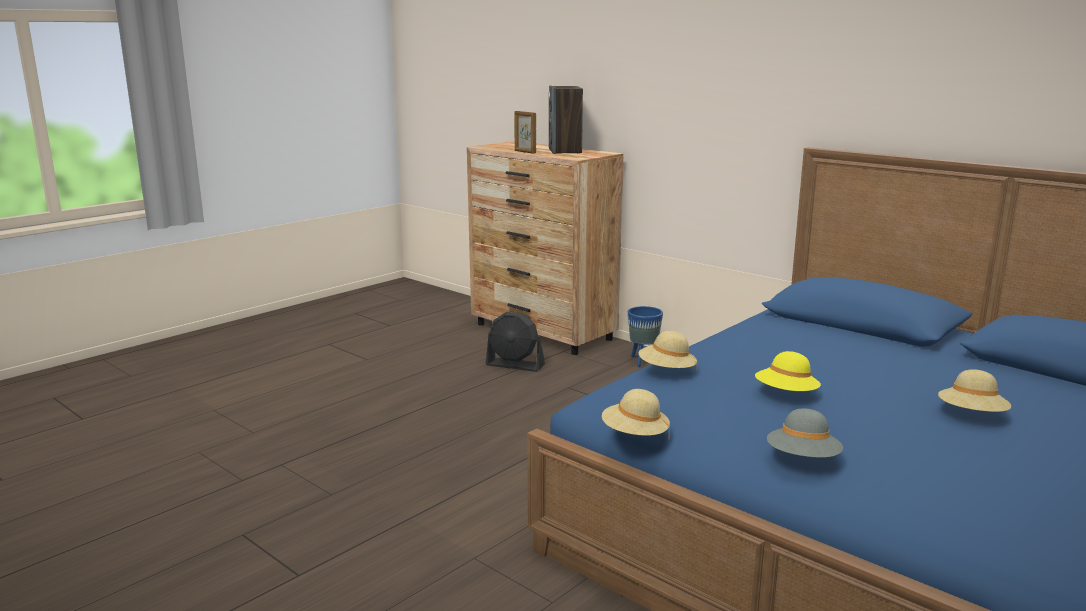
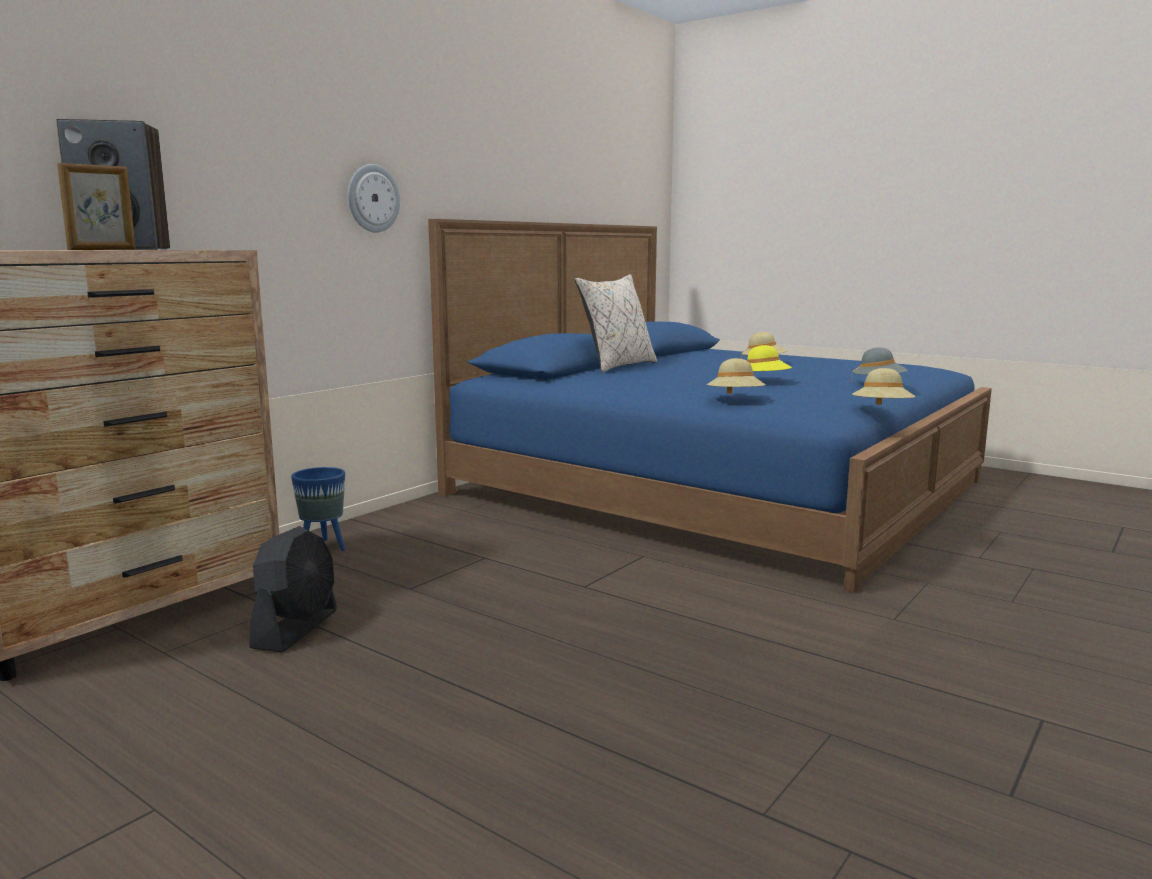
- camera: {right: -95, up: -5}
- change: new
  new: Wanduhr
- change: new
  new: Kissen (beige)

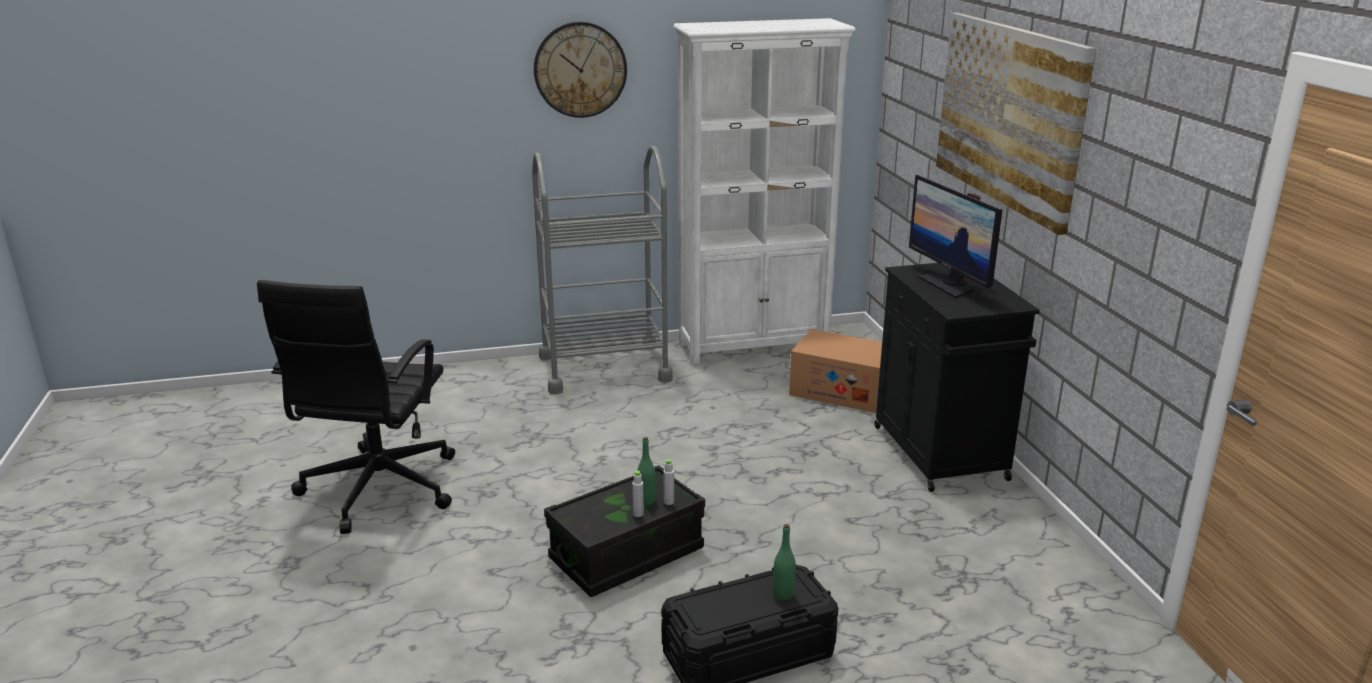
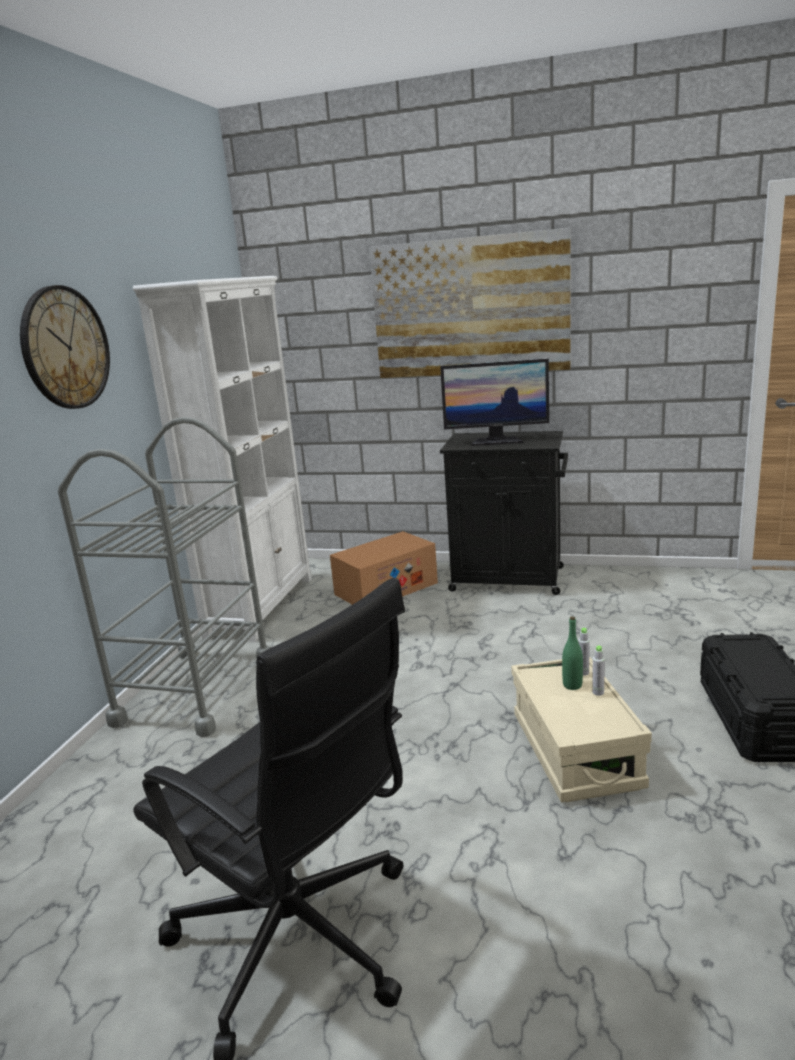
- camera: {right: -60, up: -5}
- change: repainted
  old: Aufbewahrungsbox (schwarz) (no. 1 from left)
  new: Aufbewahrungsbox (beige)
- change: gone
  old: Flasche (grün) (no. 2 from left)

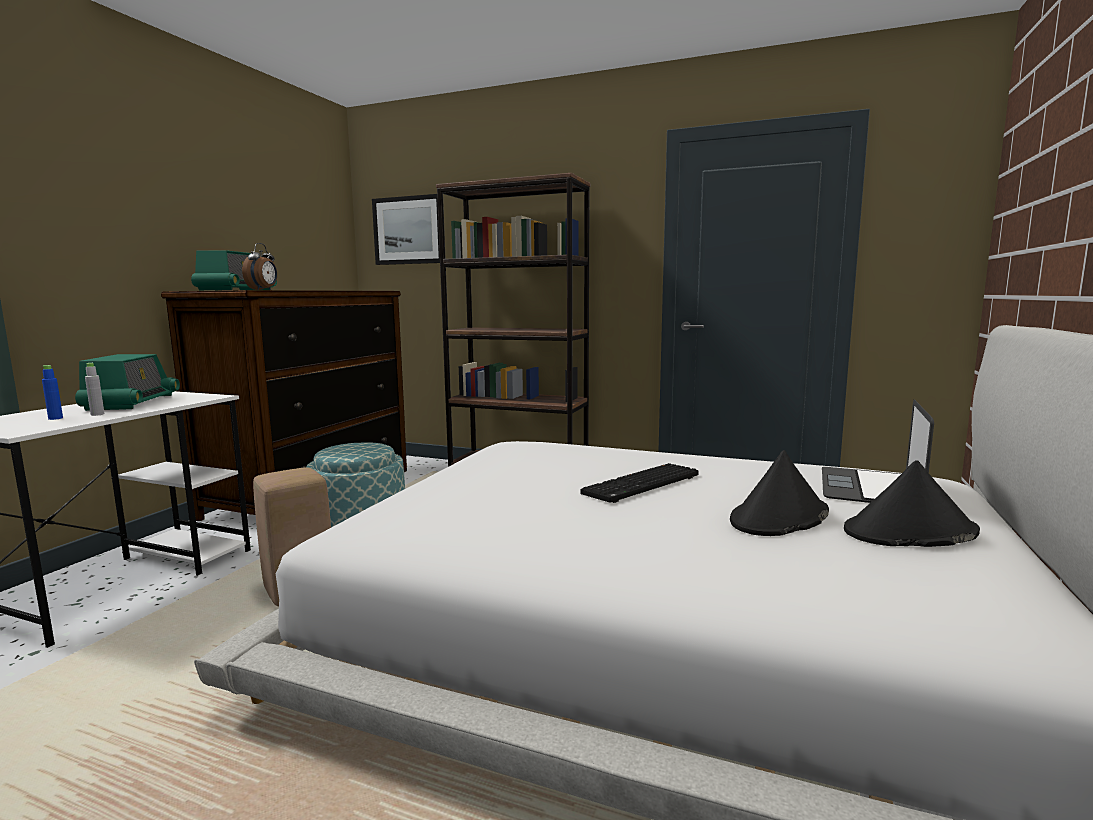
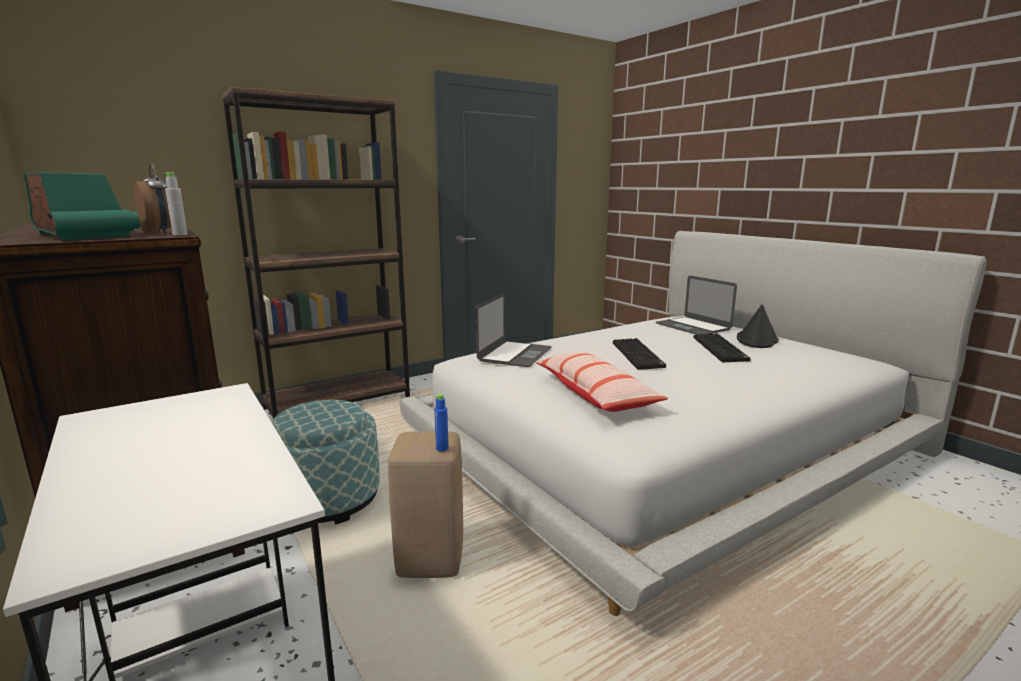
- camera: {right: -55, up: 5}
- change: shifted
  old: Flasche (grau)
- change: shifted
  old: Flasche (blau)
- change: new
  new: Laptop (no. 1 from left)
- change: new
  new: Kissen
- change: swapped
  old: Hut (schwarz) (no. 1 from left)
  new: Tastatur (no. 2 from left)
- change: gone
  old: Radio (no. 1 from left)
- change: gone
  old: Bild

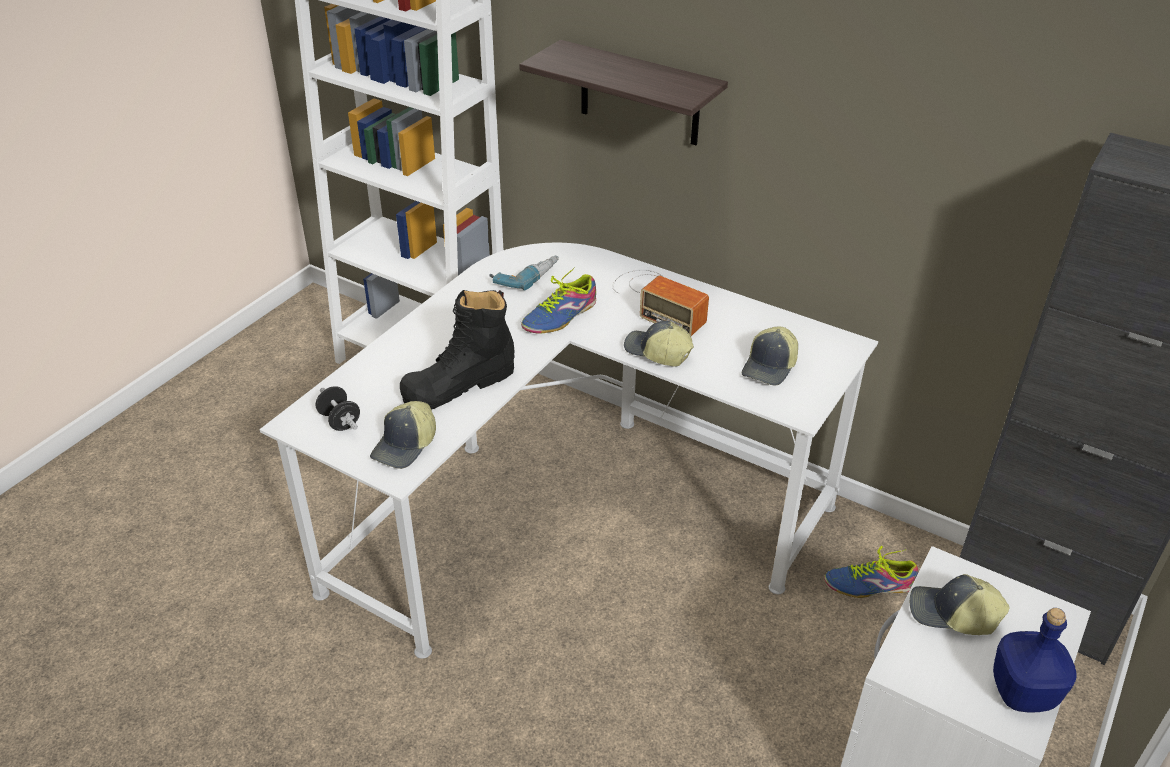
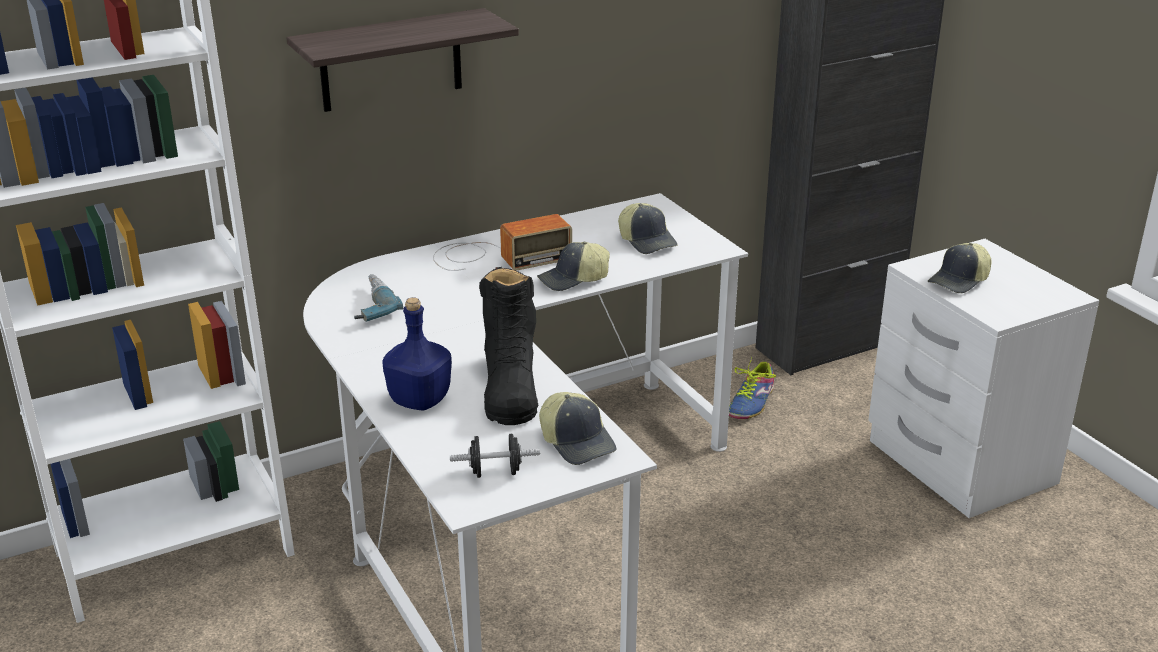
- camera: {right: -60, up: -10}
- change: shifted
  old: Flasche (blau)
- change: gone
  old: Schuh (no. 1 from left)

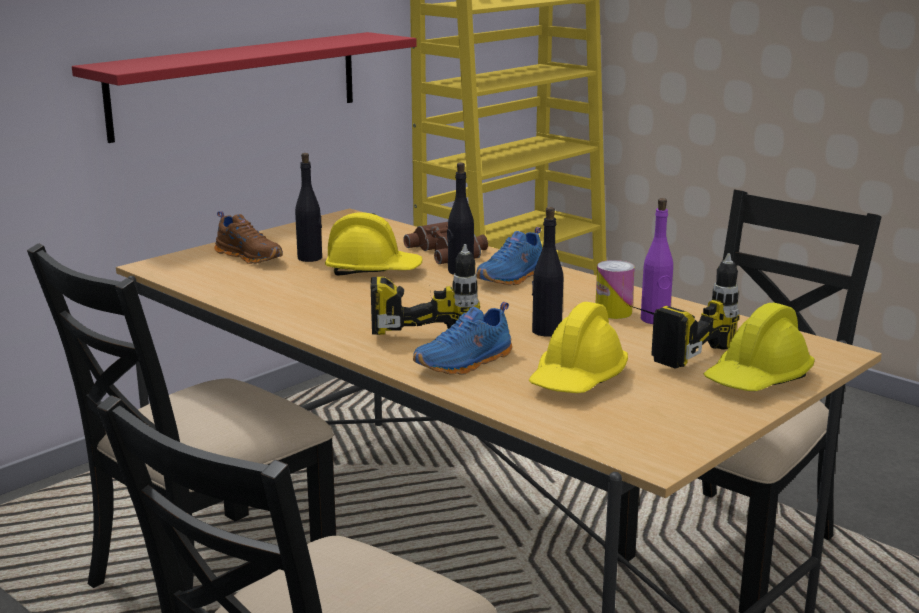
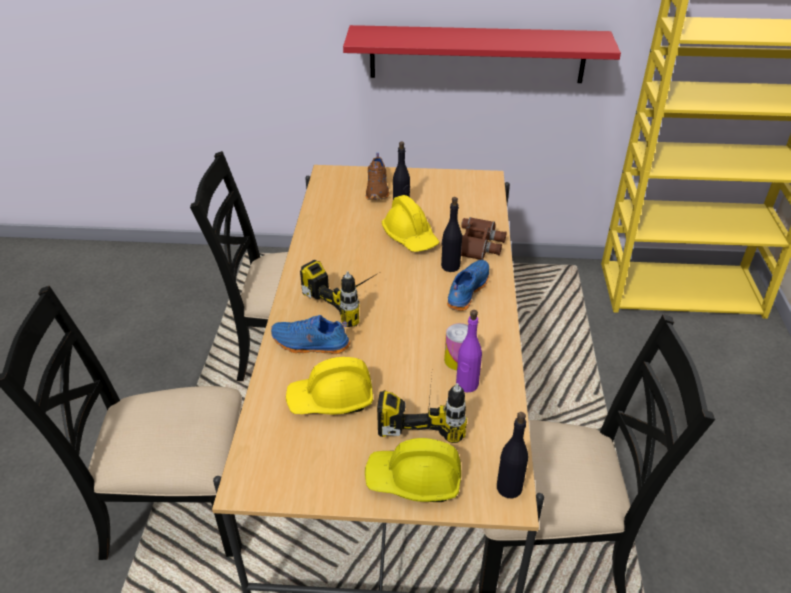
- camera: {right: 50, up: 20}
- change: rotated
  old: Schuh (blau) (no. 2 from left)
  degrees: 120
- change: shifted
  old: Flasche (schwarz) (no. 3 from left)

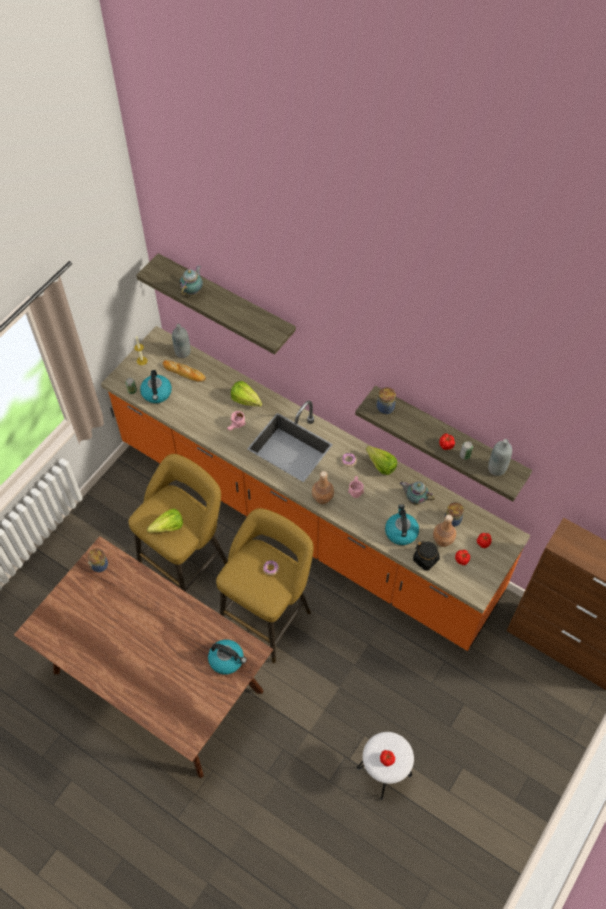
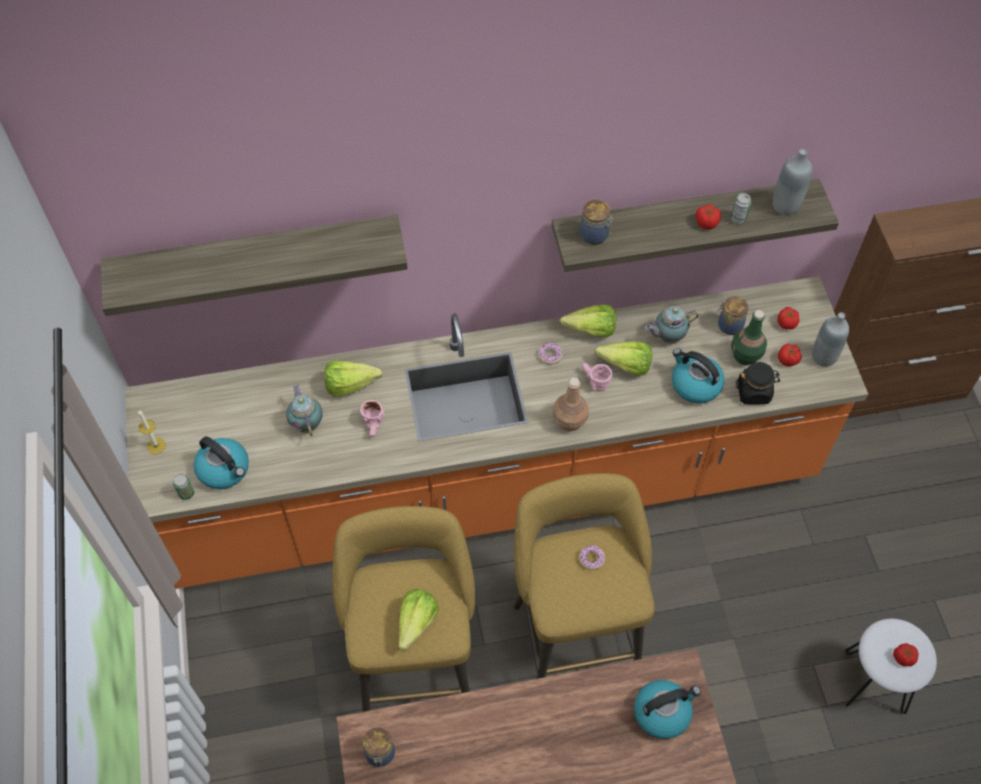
- camera: {right: -45, up: 0}
- change: shifted
  old: Teekanne (no. 1 from left)
- change: new
  new: Salatkopf (no. 4 from left)
- change: repainted
  old: Flasche (braun) (no. 2 from left)
  new: Flasche (grün)
- change: shifted
  old: Flasche (grau) (no. 1 from left in the first image)
  new: Flasche (grau) (no. 2 from left)
- change: gone
  old: Brot

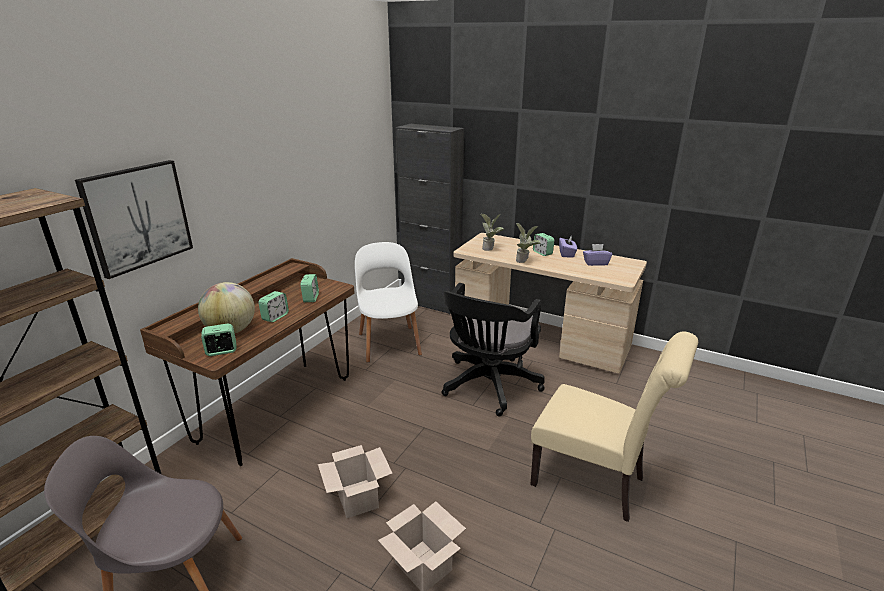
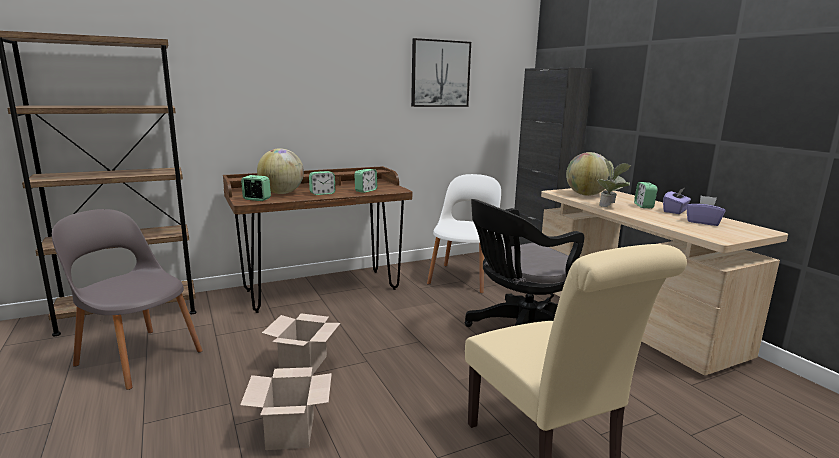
- camera: {right: 35, up: -10}
- change: shifted
  old: Bild
- change: swapped
  old: Topfpflanze (no. 1 from left)
  new: Globus (no. 2 from left)

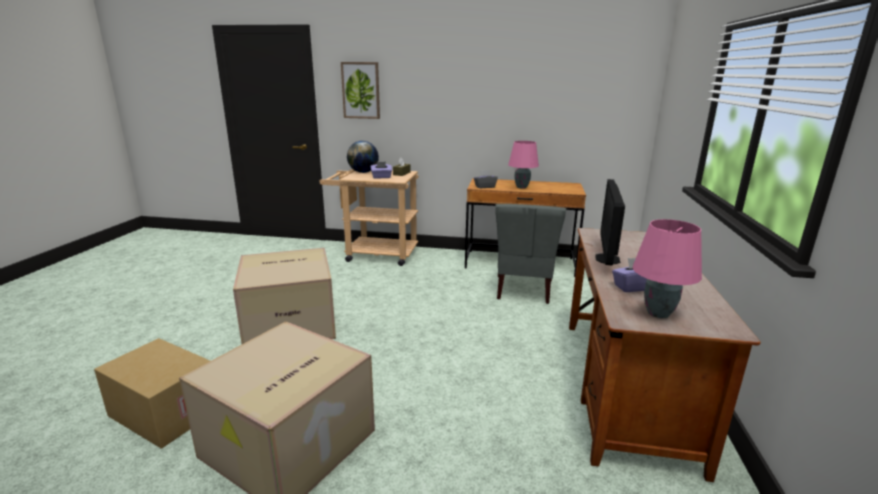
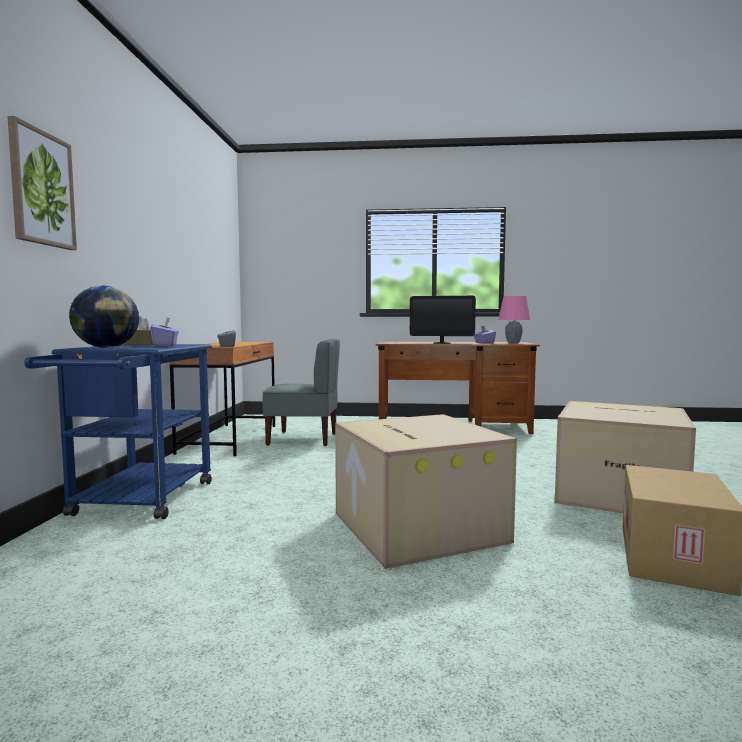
- camera: {right: -95, up: -15}
- change: repainted
  old: Rollwagen (beige)
  new: Rollwagen (blau)
- change: gone
  old: Tischlampe (rosa) (no. 1 from left)

